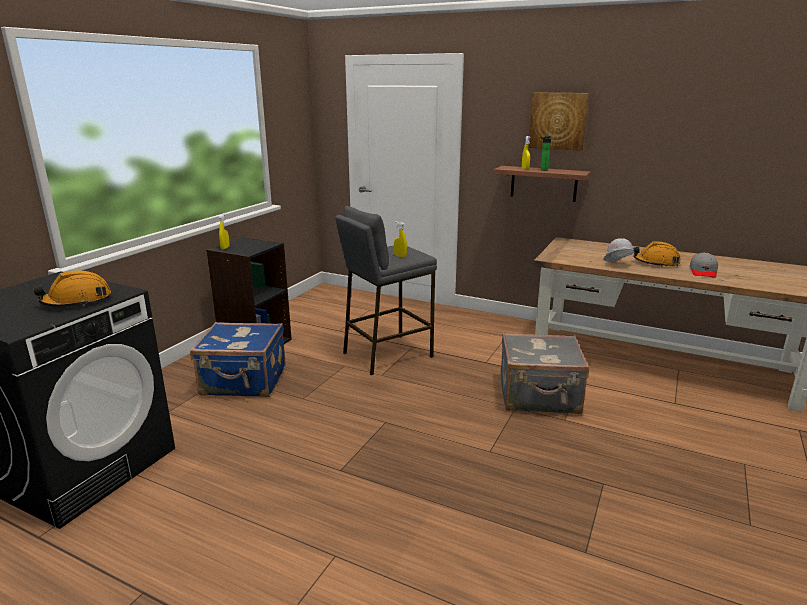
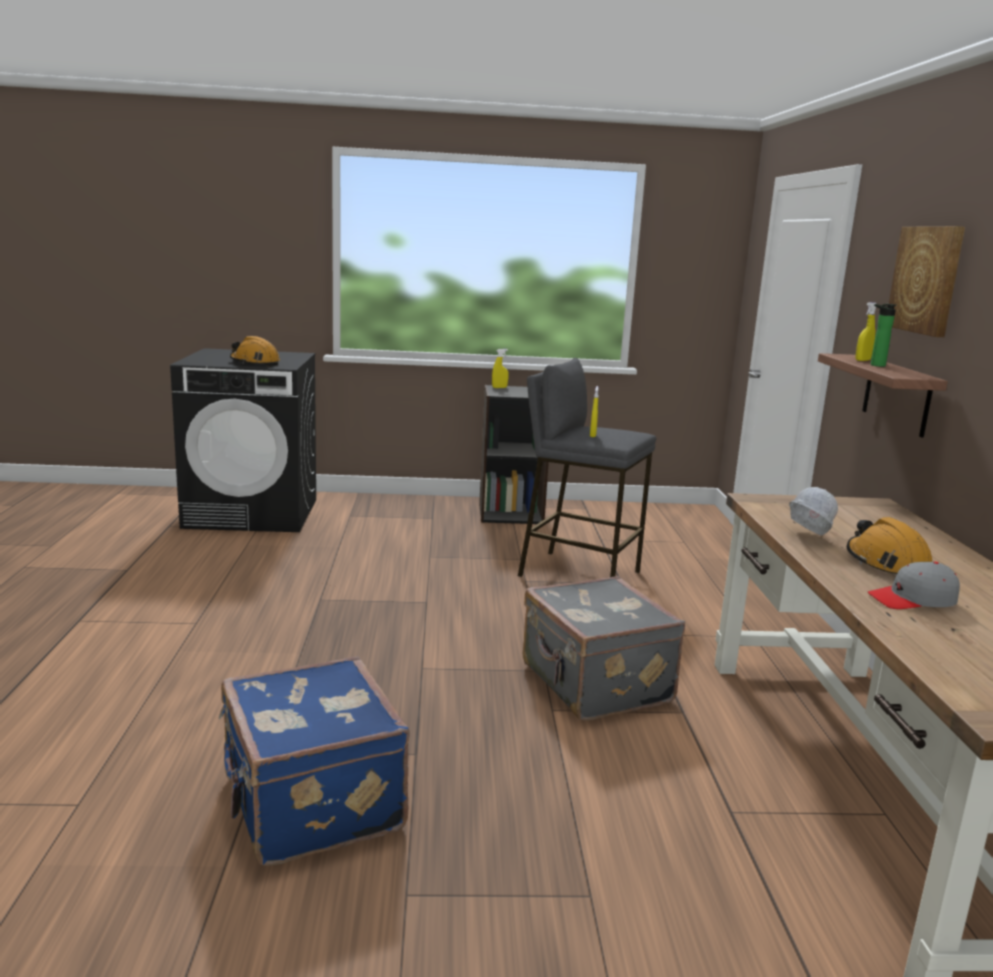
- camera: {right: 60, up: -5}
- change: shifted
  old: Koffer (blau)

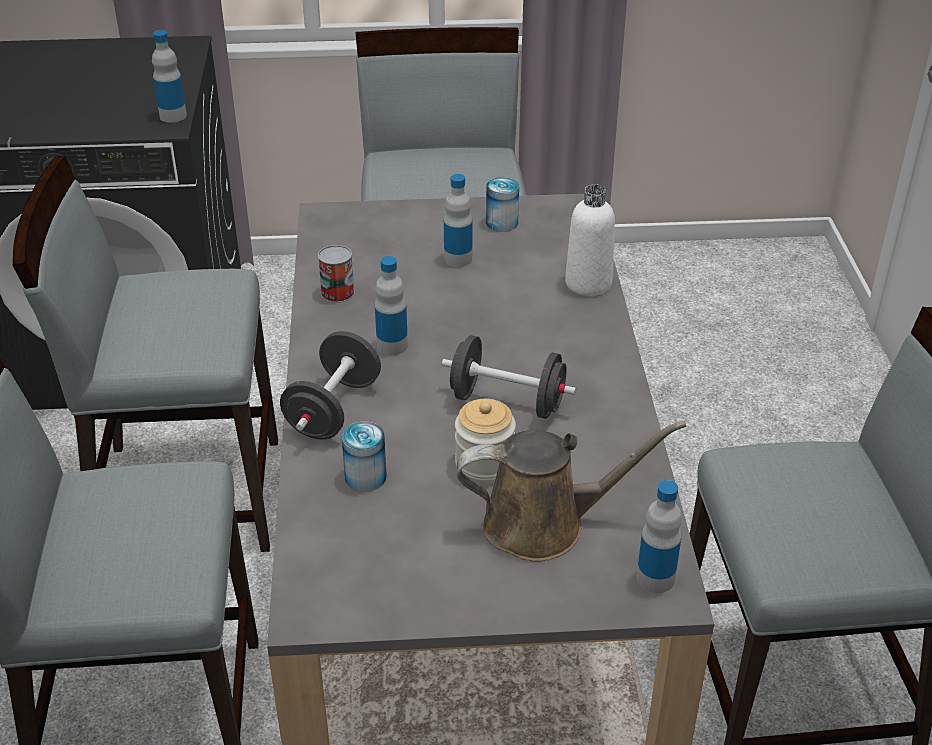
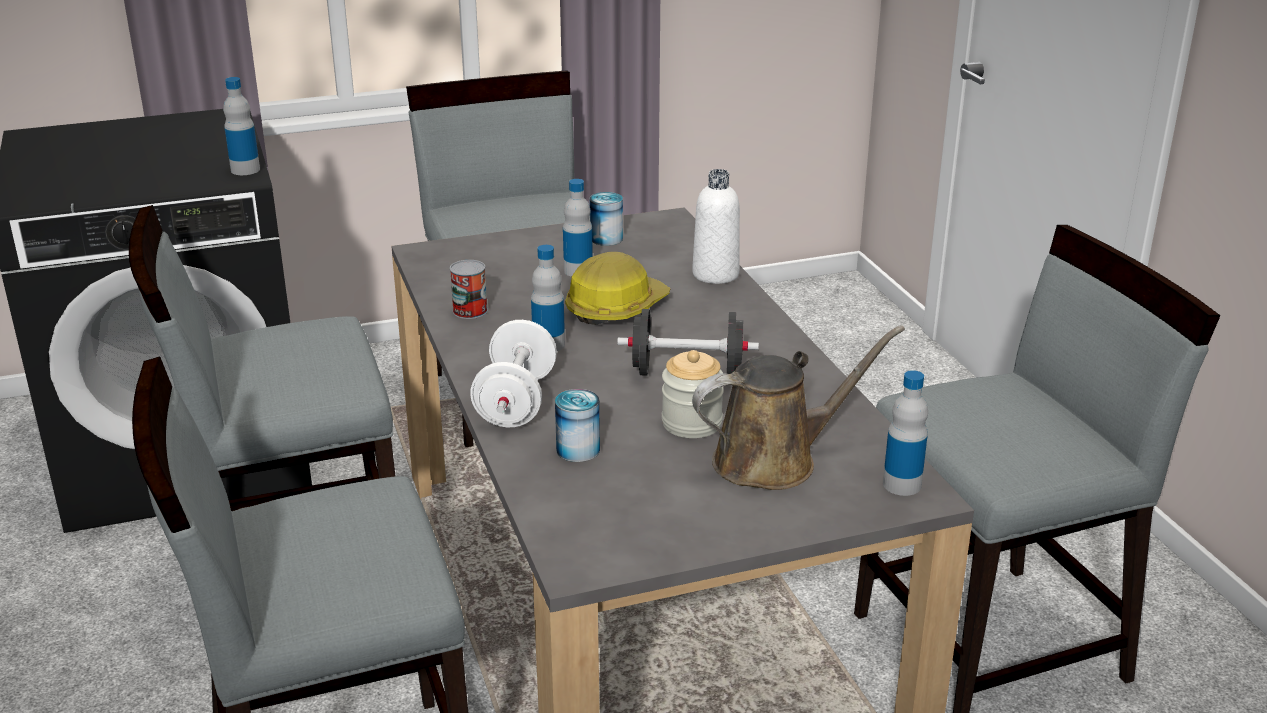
- camera: {right: -15, up: -10}
- change: repainted
  old: Hantel (schwarz) (no. 1 from left)
  new: Hantel (weiß)
- change: new
  new: Schutzhelm

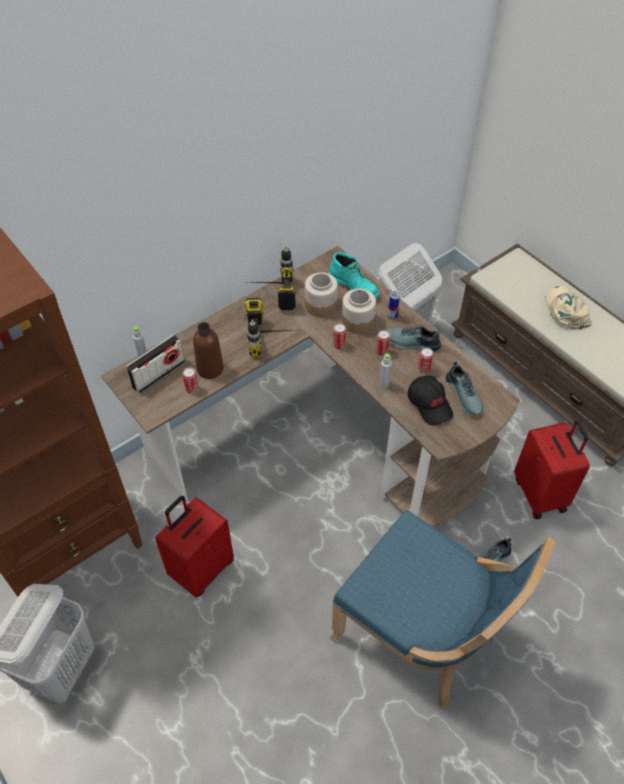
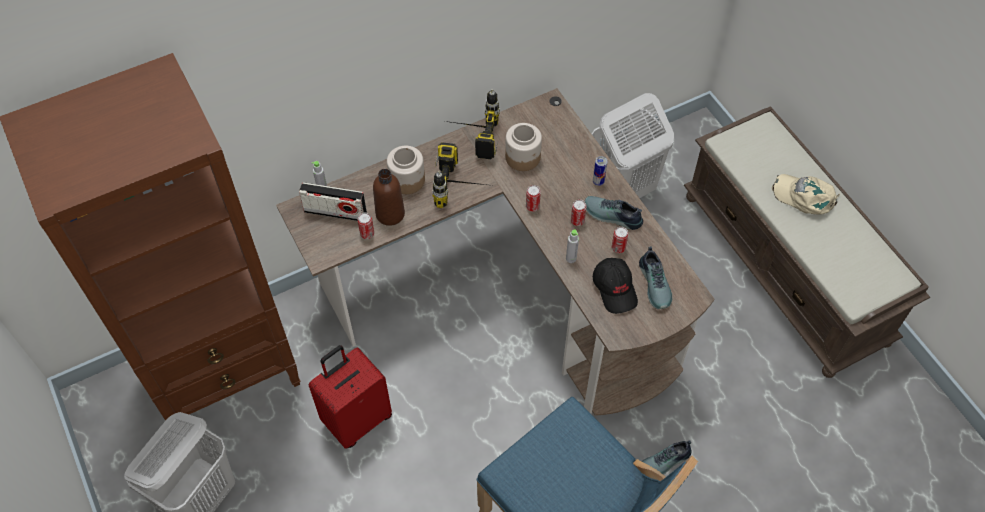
- camera: {right: 10, up: 5}
- change: rotated
  old: Radio
  degrees: 45
- change: shifted
  old: Vorratsglas (no. 2 from left in the first image)
  new: Vorratsglas (no. 1 from left)
- change: rotated
  old: Kappe (beige)
  degrees: -60
- change: gone
  old: Stiefel (türkis)
- change: gone
  old: Koffer (rot) (no. 2 from left)

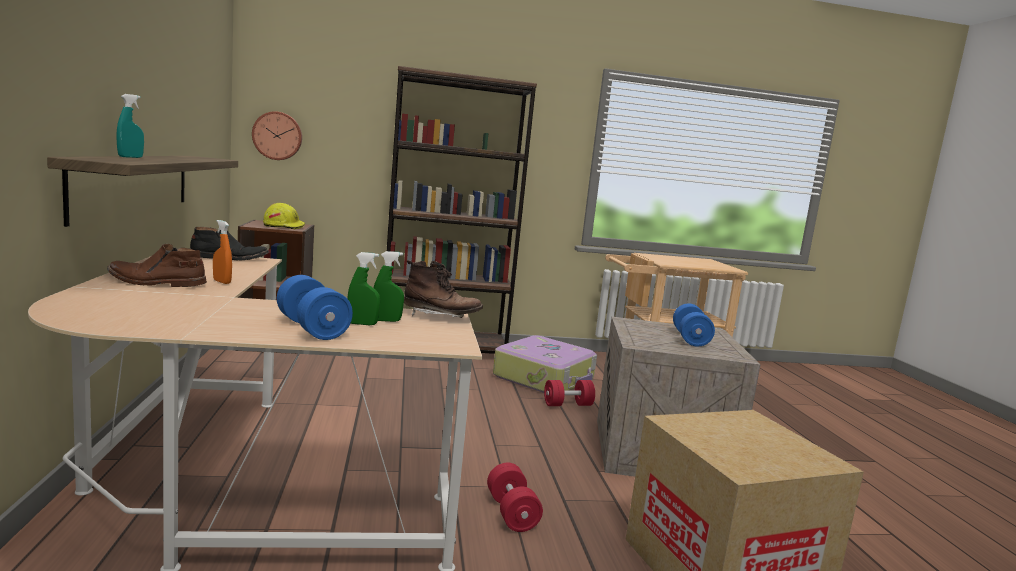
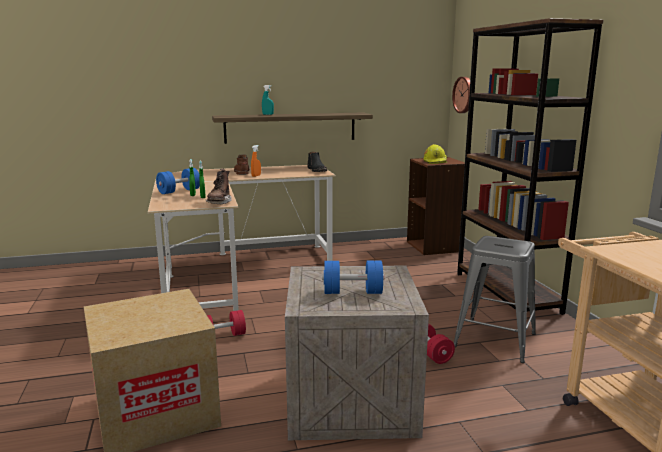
- camera: {right: 85, up: 5}
- change: swapped
  old: Koffer
  new: Hocker (grau)

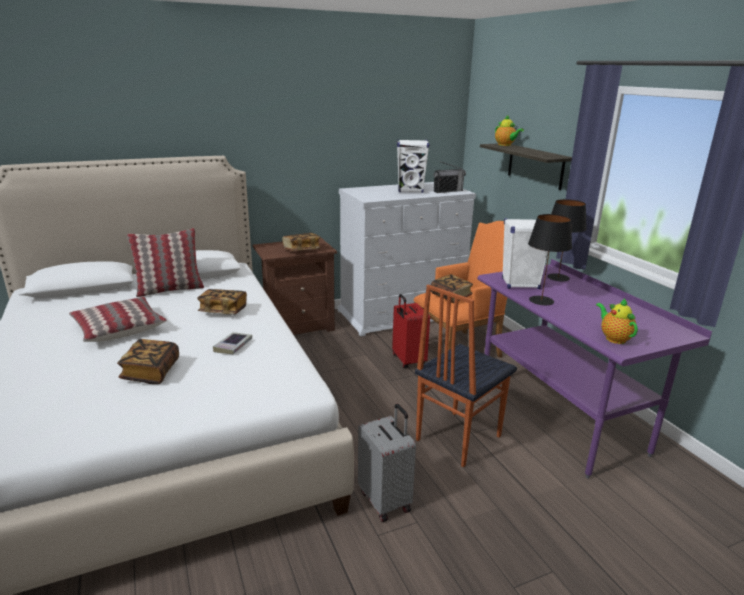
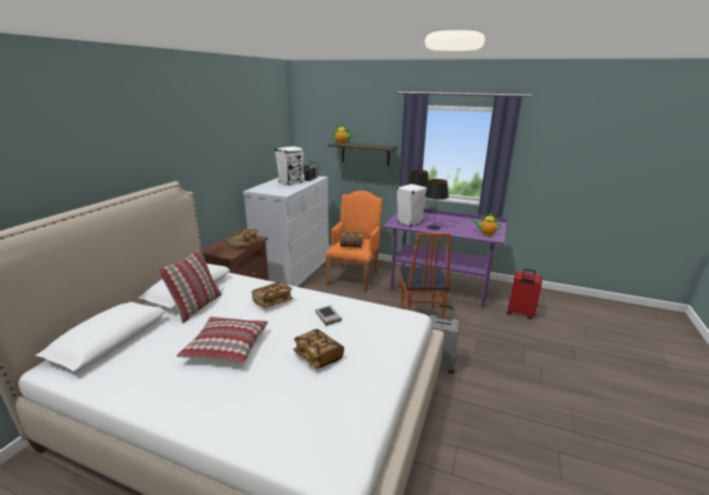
- camera: {right: -45, up: 0}
- change: shifted
  old: Koffer (rot)

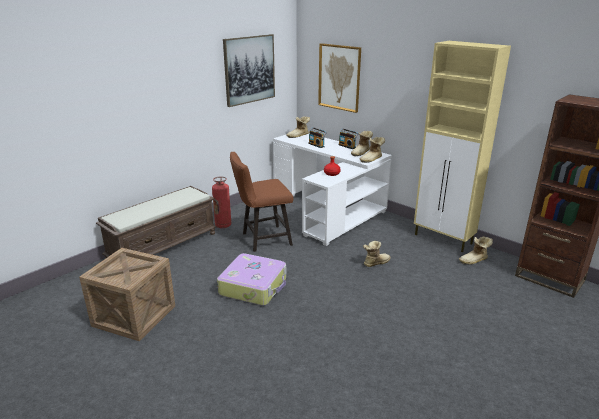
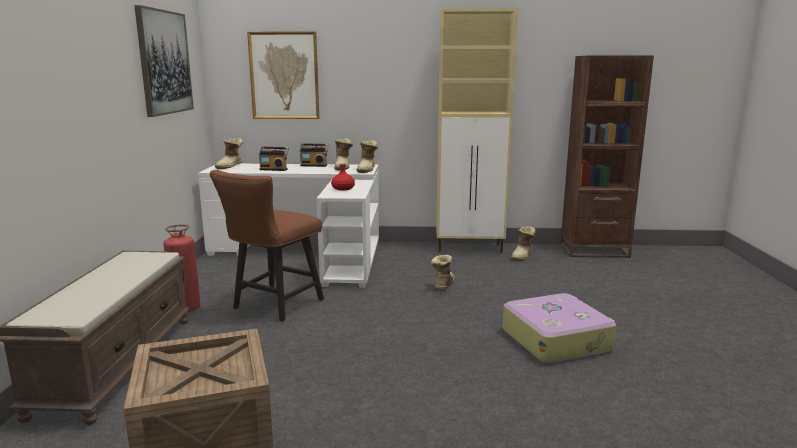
- camera: {right: -40, up: -10}
- change: shifted
  old: Koffer

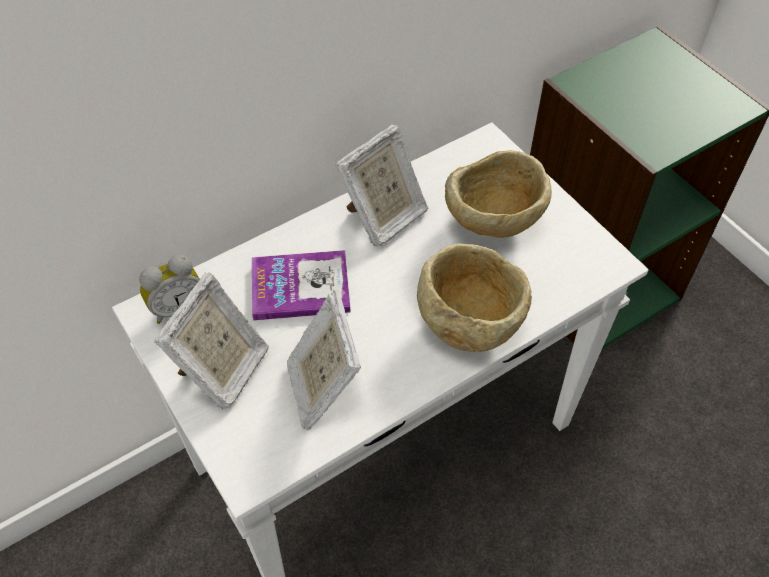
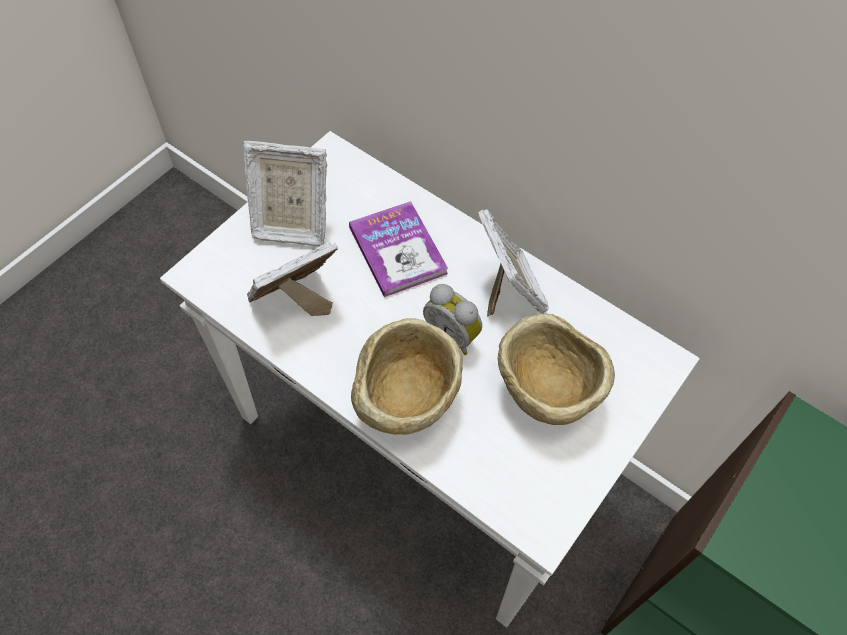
- camera: {right: 70, up: 5}
- change: shifted
  old: Wecker
- change: rotated
  old: Bilderrahmen (no. 3 from left)
  degrees: -135

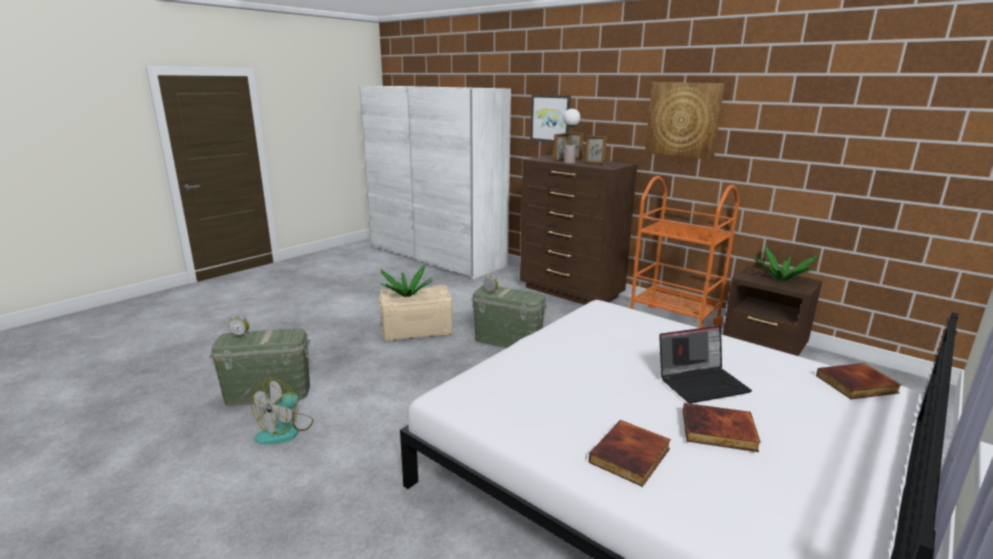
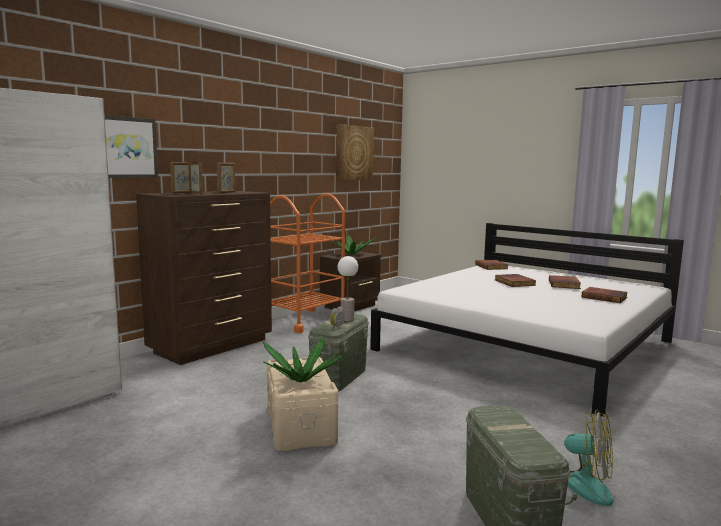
- camera: {right: -90, up: -10}
- change: shifted
  old: Bild (no. 2 from left)
- change: shifted
  old: Tischlampe
- change: swapped
  old: Laptop
  new: Buch (no. 2 from left)
- change: gone
  old: Wecker (no. 1 from left)

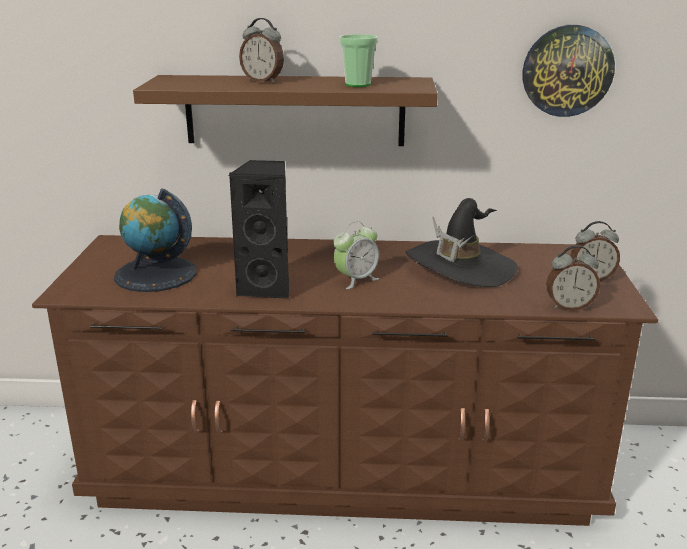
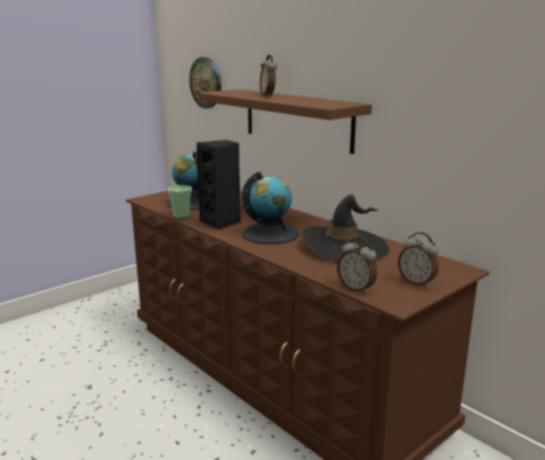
- camera: {right: 45, up: -5}
- change: shifted
  old: Tasse
- change: shifted
  old: Wanduhr
- change: swapped
  old: Wecker (no. 2 from left)
  new: Globus (no. 2 from left)

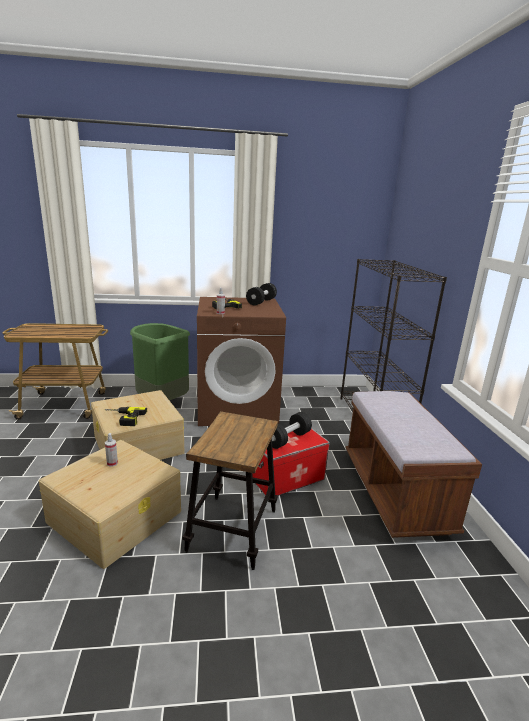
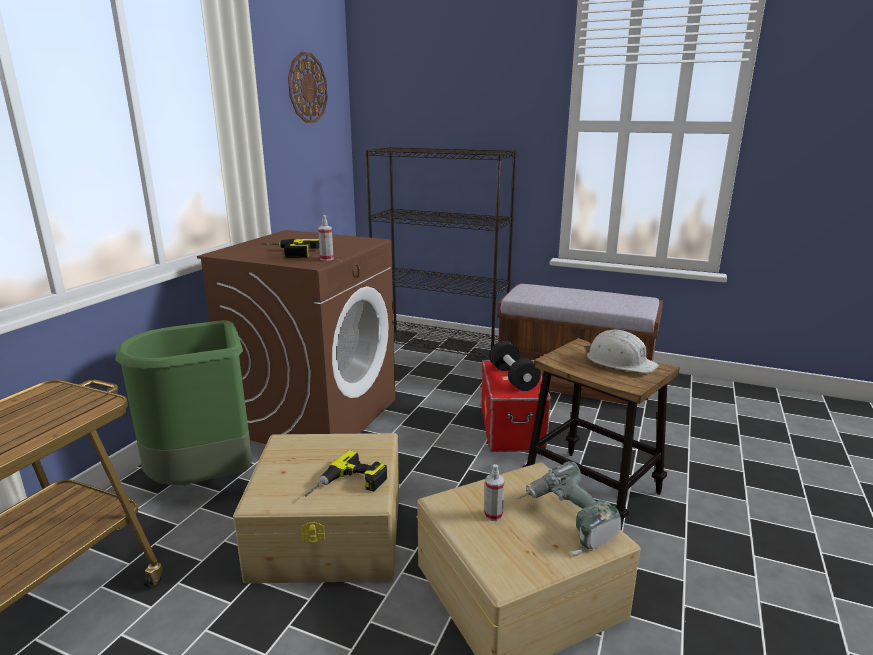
- camera: {right: -60, up: 0}
- change: new
  new: Wanduhr
- change: new
  new: Bohrmaschine (no. 3 from left)
- change: new
  new: Schutzhelm (weiß)
- change: gone
  old: Hantel (schwarz) (no. 1 from left)

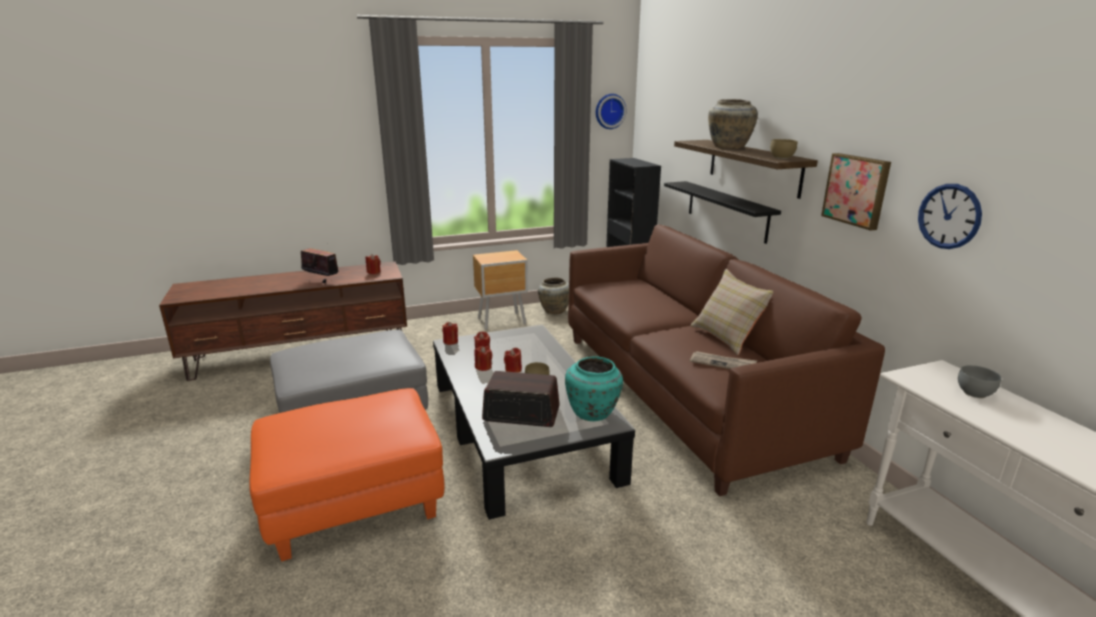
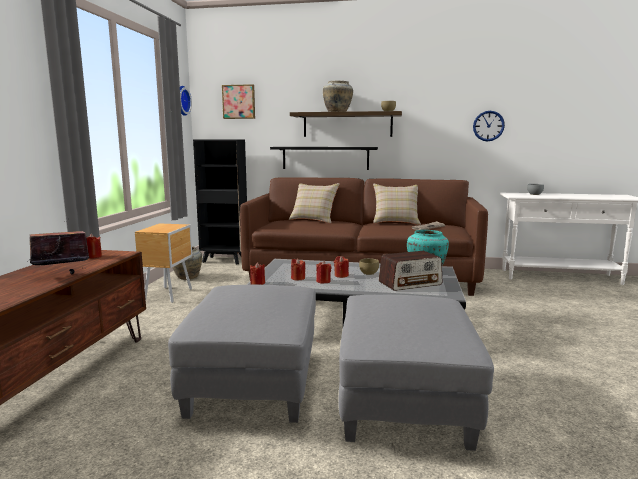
- camera: {right: -60, up: -10}
- change: shifted
  old: Bild
- change: new
  new: Kissen (beige) (no. 1 from left)
- change: repainted
  old: Polsterhocker (orange)
  new: Polsterhocker (grau) (no. 2 from left)
- change: rotated
  old: Radio (no. 2 from left)
  degrees: -150

